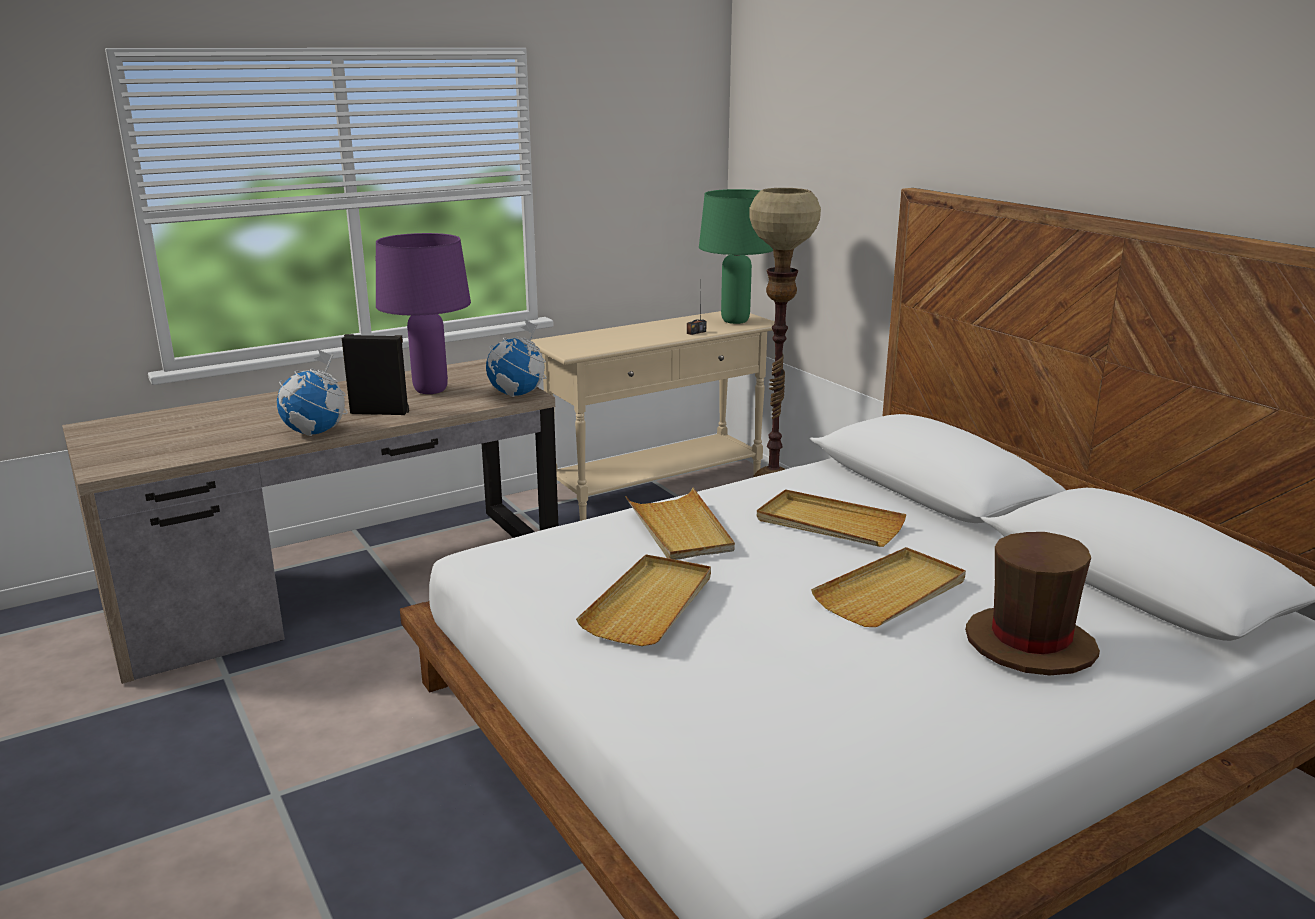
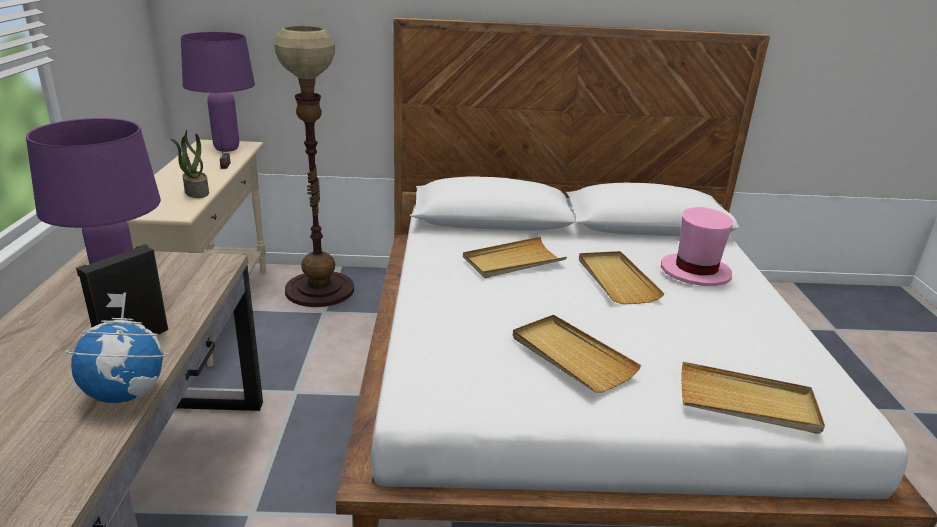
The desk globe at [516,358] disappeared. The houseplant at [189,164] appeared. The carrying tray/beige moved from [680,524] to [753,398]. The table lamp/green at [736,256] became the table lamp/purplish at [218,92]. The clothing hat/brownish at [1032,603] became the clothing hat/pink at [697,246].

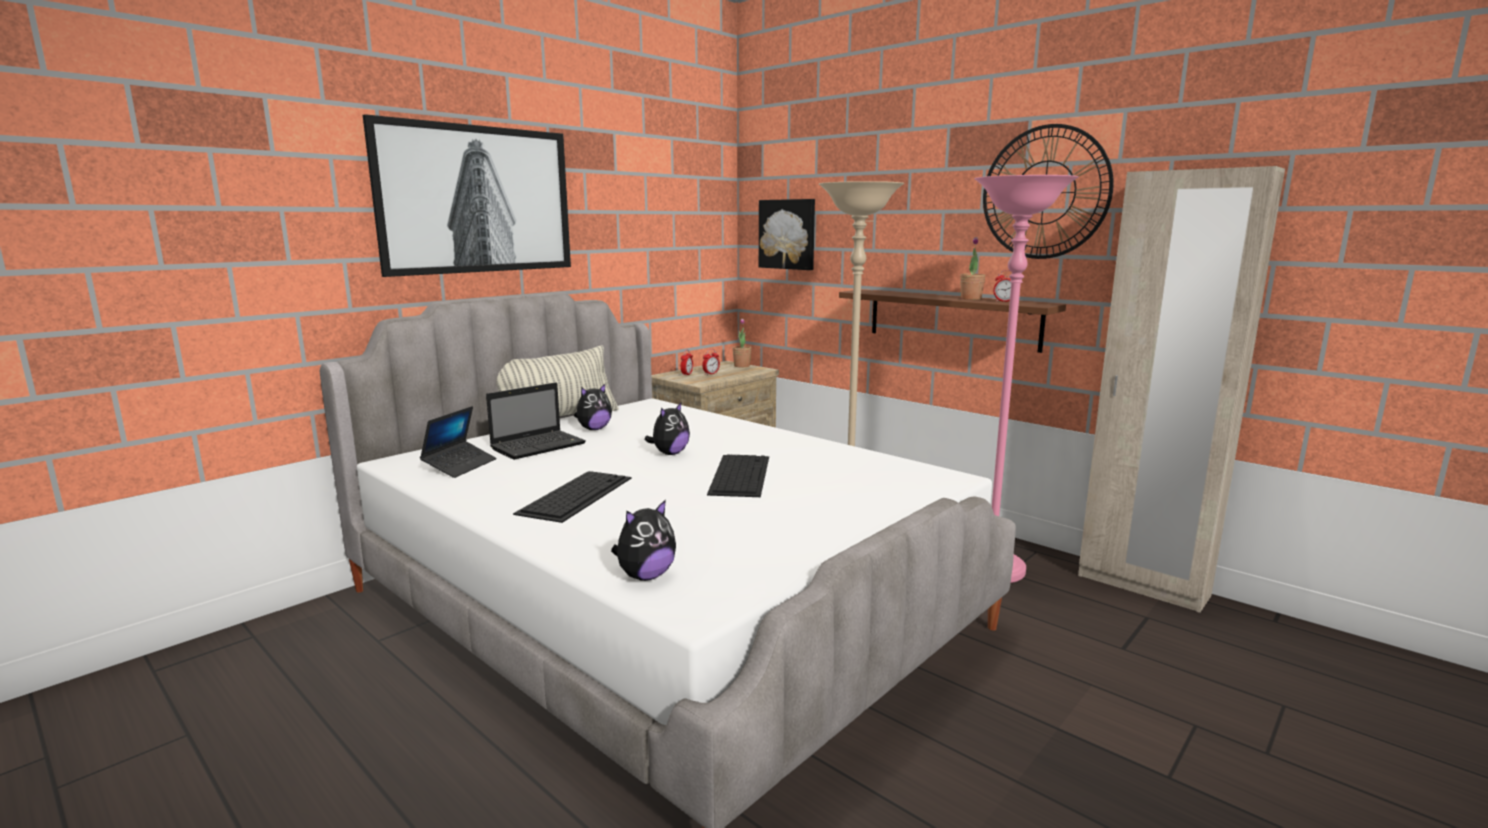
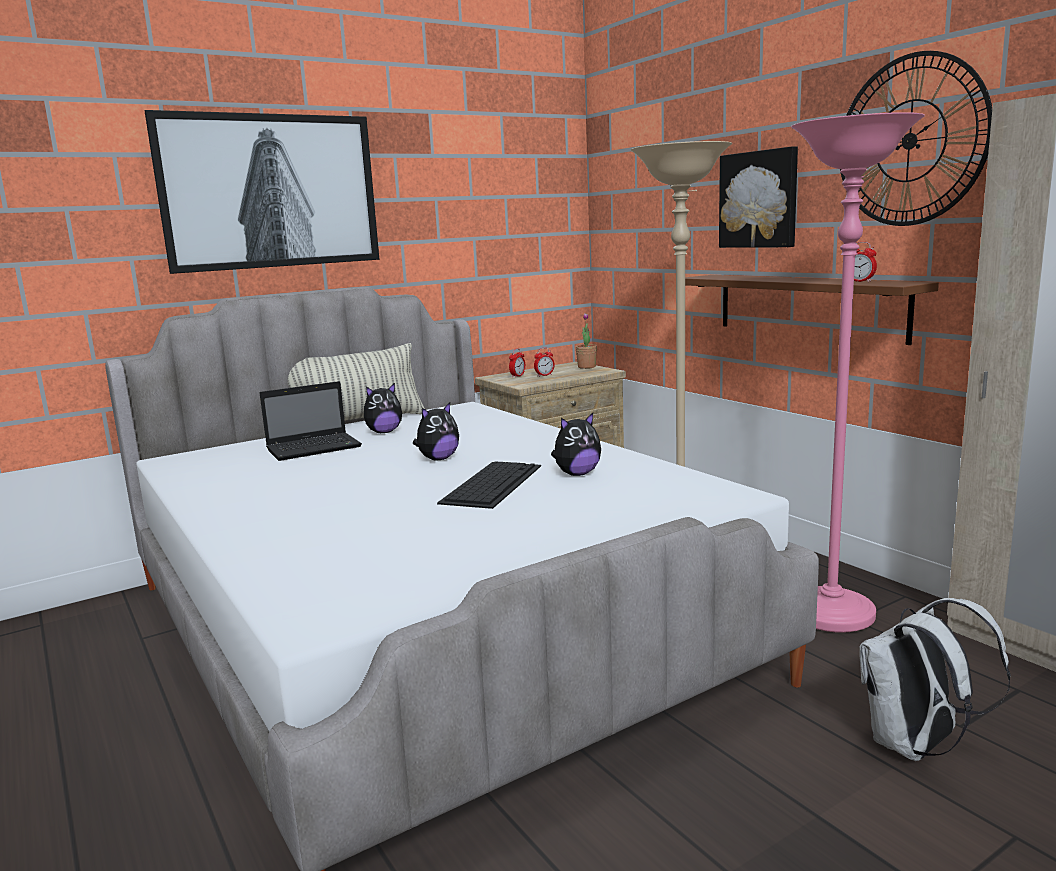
The laptop at [458,442] disappeared. The PC keyboard at [572,497] disappeared. The houseplant at [973,268] disappeared. The knapsack/white at [934,679] appeared. The plush toy moved from [643,540] to [576,444]. The picture moved from [787,234] to [758,197].

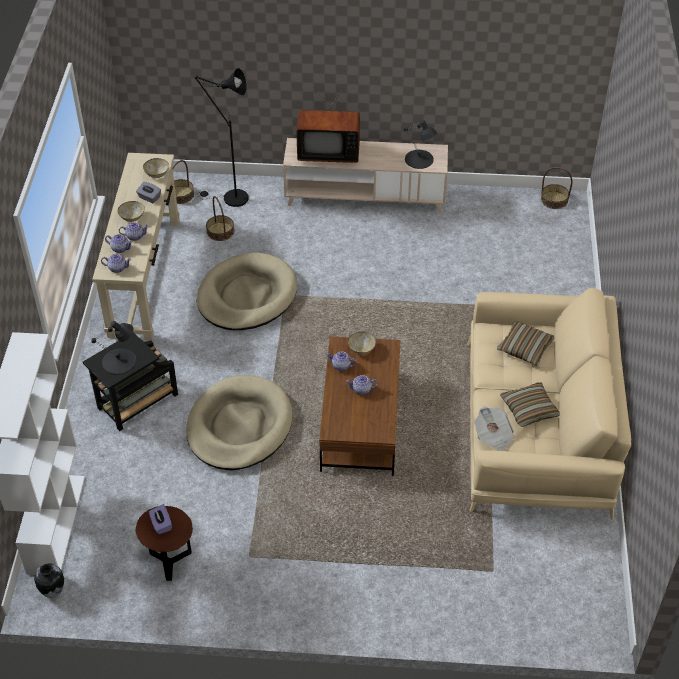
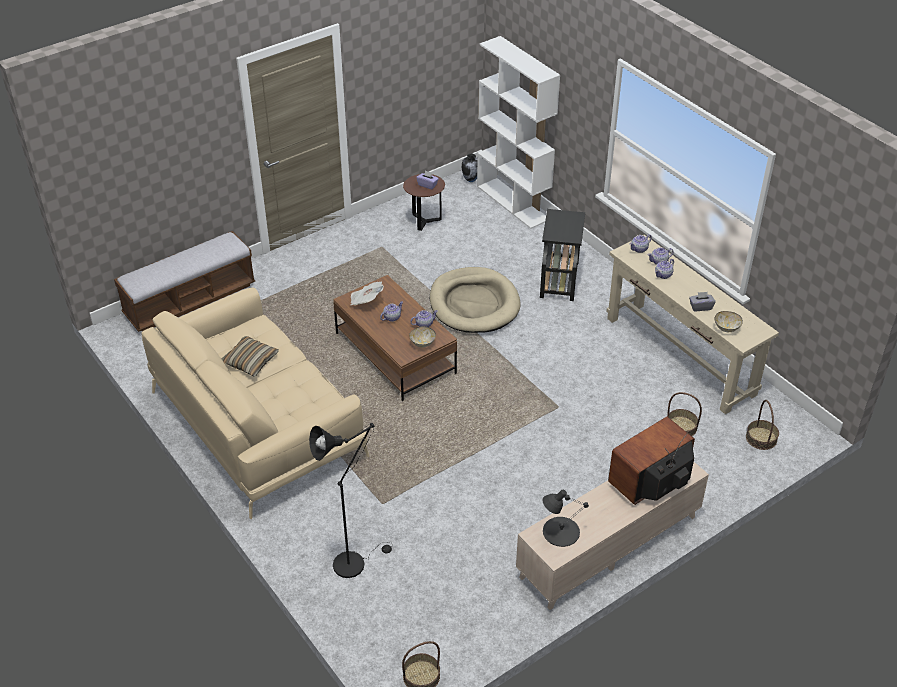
The table lamp/blackish at [113,348] disappeared. The bowl at [131,211] disappeared. The dog cushion/beige at [247,291] disappeared. The pillow at [526,343] disappeared. The bench at [184,281] appeared. The floor lamp/blackish moved from [222,137] to [350,500]. The newspaper moved from [494,428] to [367,294].

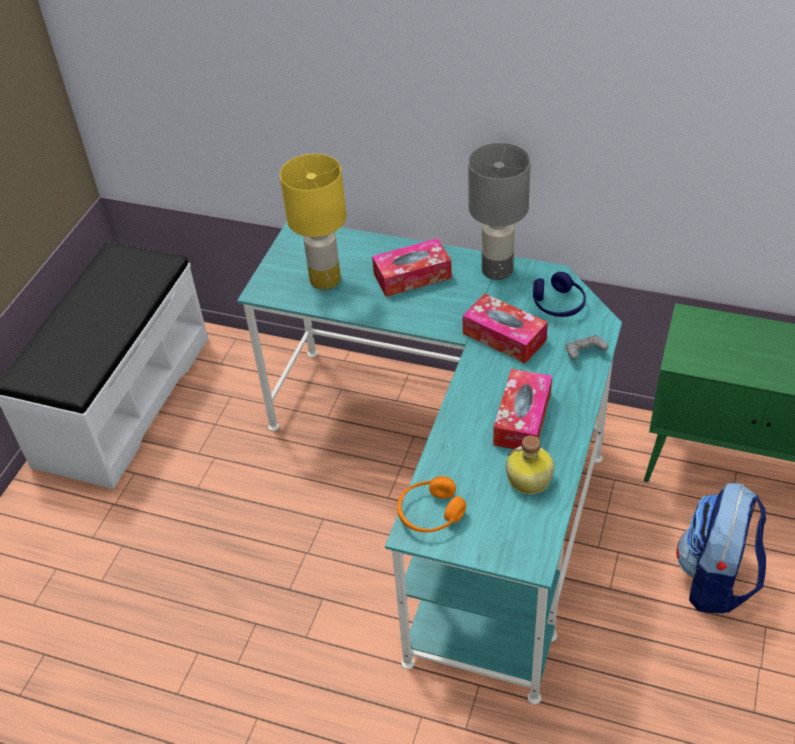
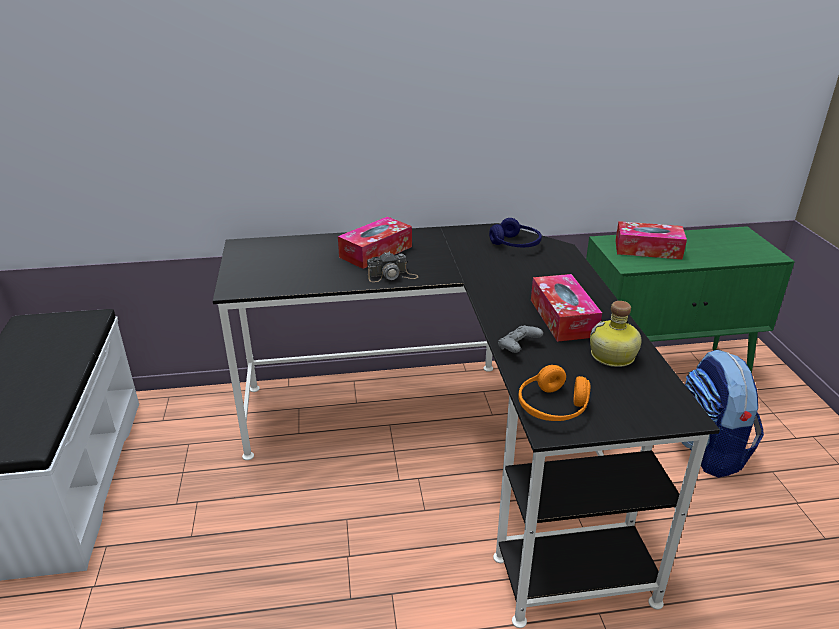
The table lamp/yellowish at [313,222] disappeared. The table lamp/gray at [499,211] disappeared. The photo camera at [392,267] appeared. The tissue box moved from [505,329] to [651,240]. The gamepad/gray moved from [587,347] to [520,339]. The desk table/blue-green at [429,463] became the desk table/blackish at [466,425].

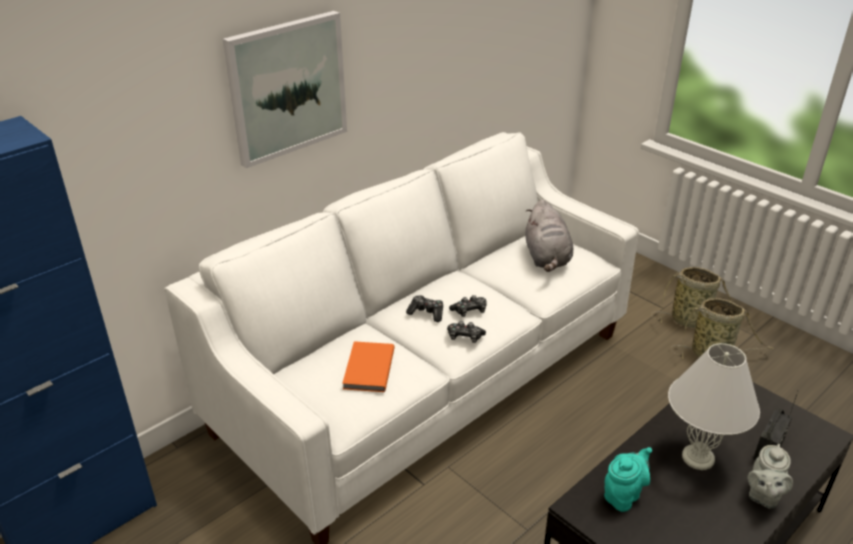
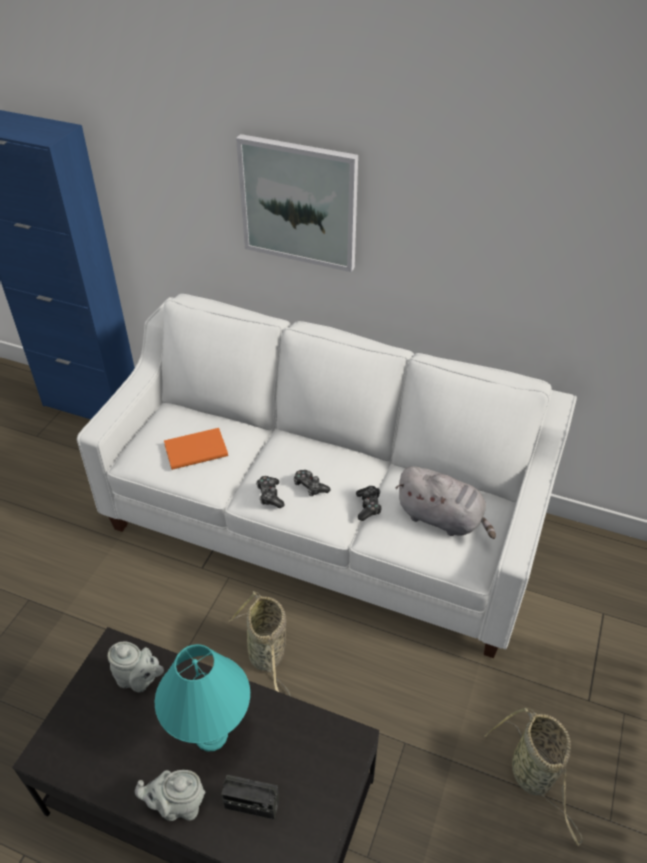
The gamepad moved from [424,308] to [369,503]. The household basket moved from [698,297] to [259,643]. The teapot/blue-green at [628,479] became the teapot/gray at [136,666]. The table lamp/white at [714,406] became the table lamp/blue-green at [202,698]. The plush toy/gray at [549,236] turned 120 degrees counterclockwise.

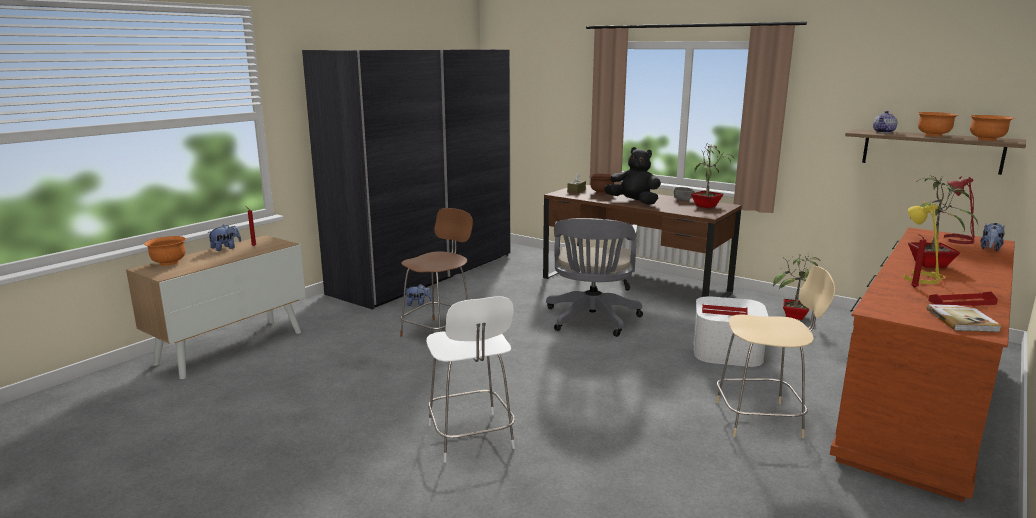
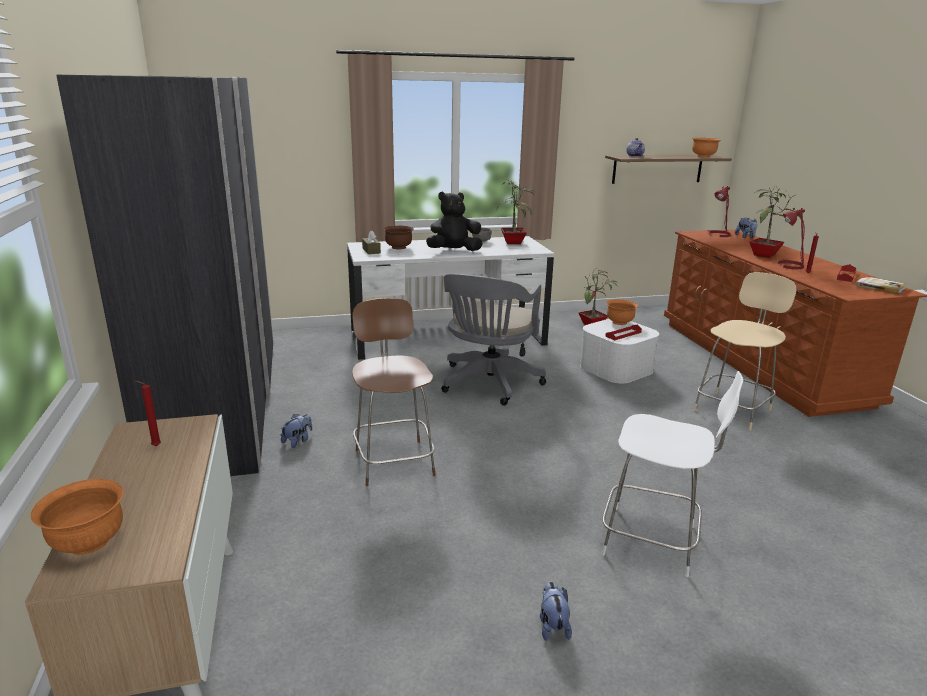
The plush toy moved from [224,237] to [556,611]. The bowl/orangey moved from [938,124] to [622,312]. The desk table/brownish at [642,241] became the desk table/white at [450,298]. The table lamp/yellowish at [924,243] became the table lamp/red-coloured at [791,238]. The computer chair/gray at [594,277] turned 60 degrees clockwise.

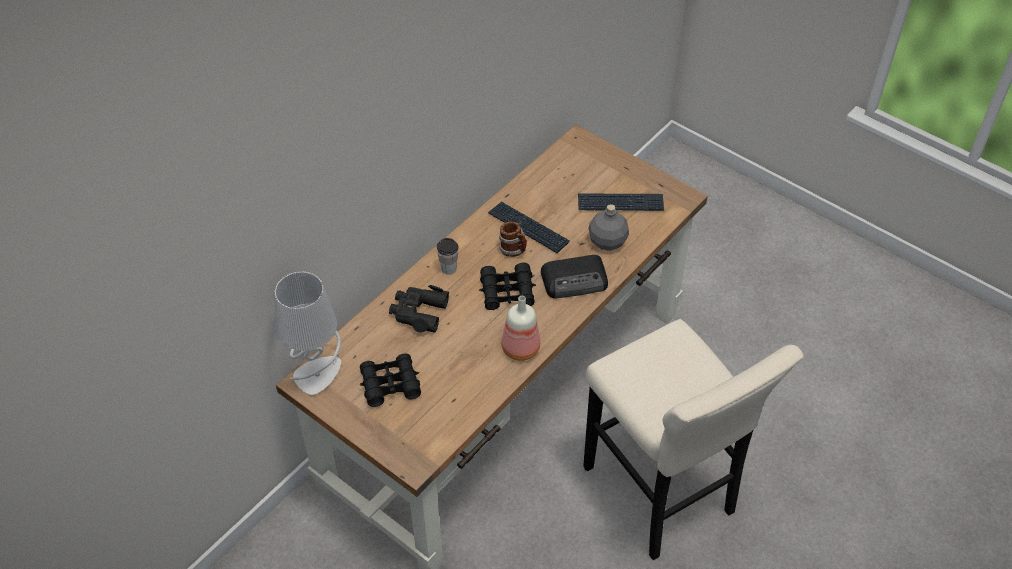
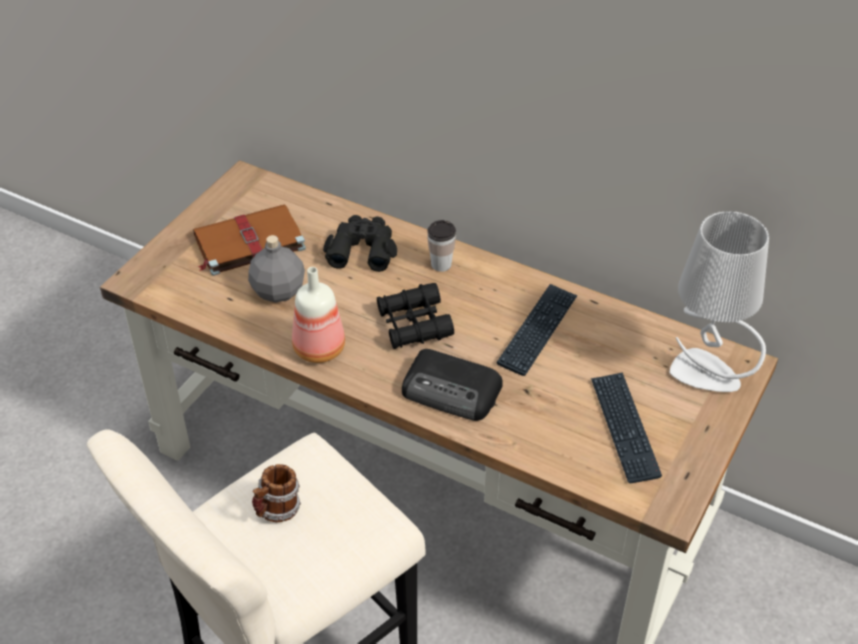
The table lamp/gray moved from [307,333] to [719,301]. The coffee mug moved from [513,239] to [276,493]. The drink bottle/gray moved from [609,227] to [276,269]. The pair of binoculars/blackish at [390,380] was replaced by the volume/brownish at [249,240]. The radio at [574,277] turned 45 degrees counterclockwise.

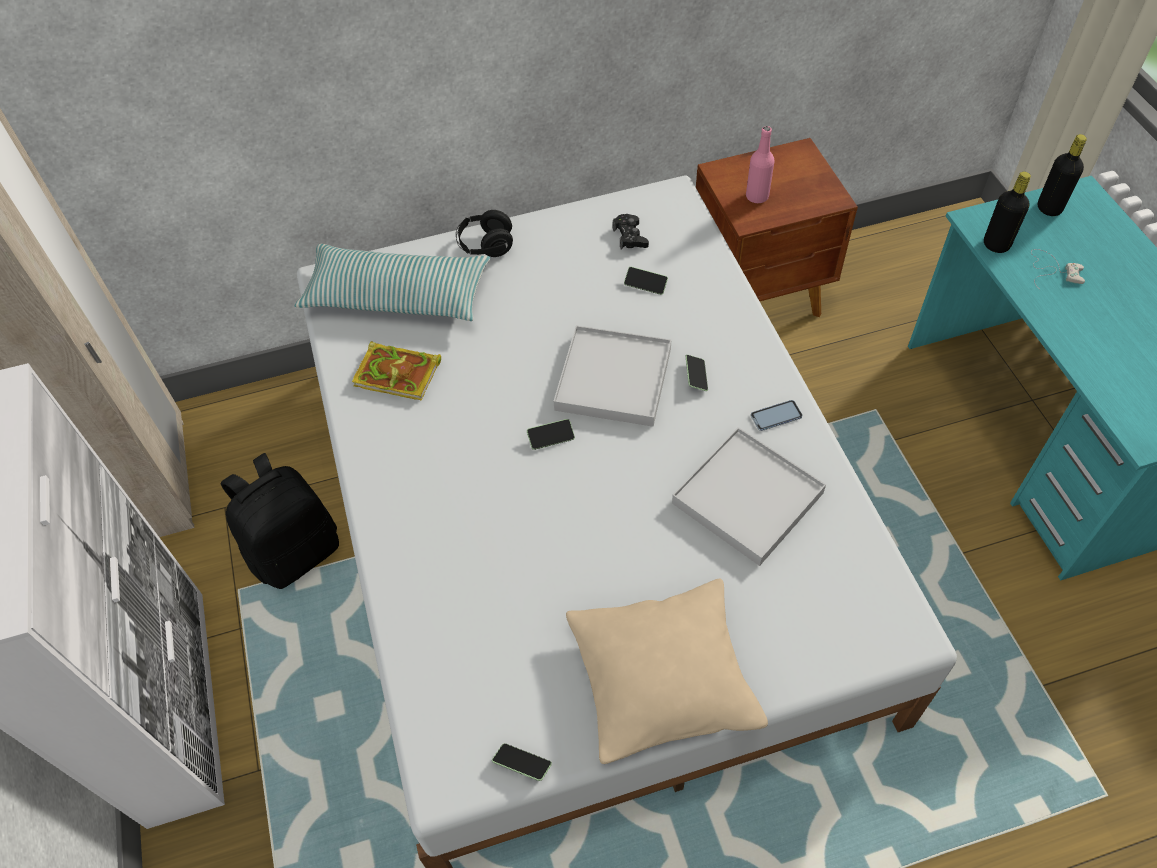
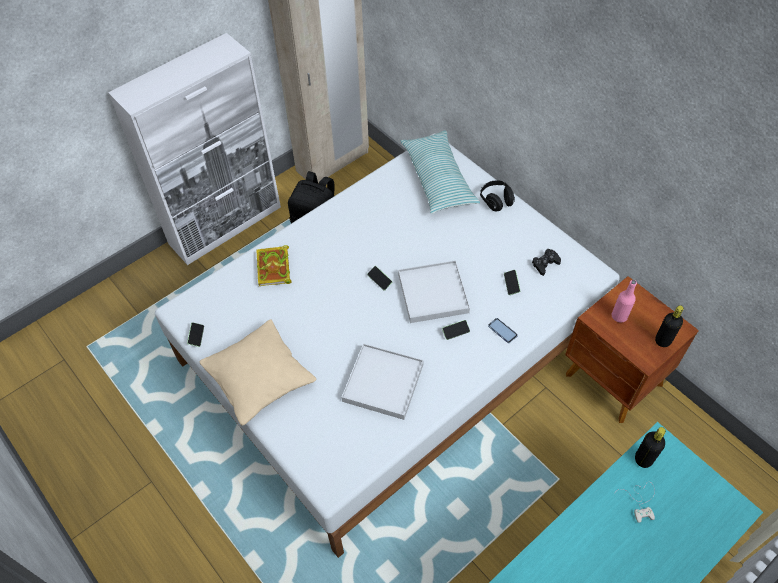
The volume moved from [396,371] to [274,265]. The handset moved from [777,415] to [503,330]. The drink bottle/blackish moved from [1062,175] to [669,326].

